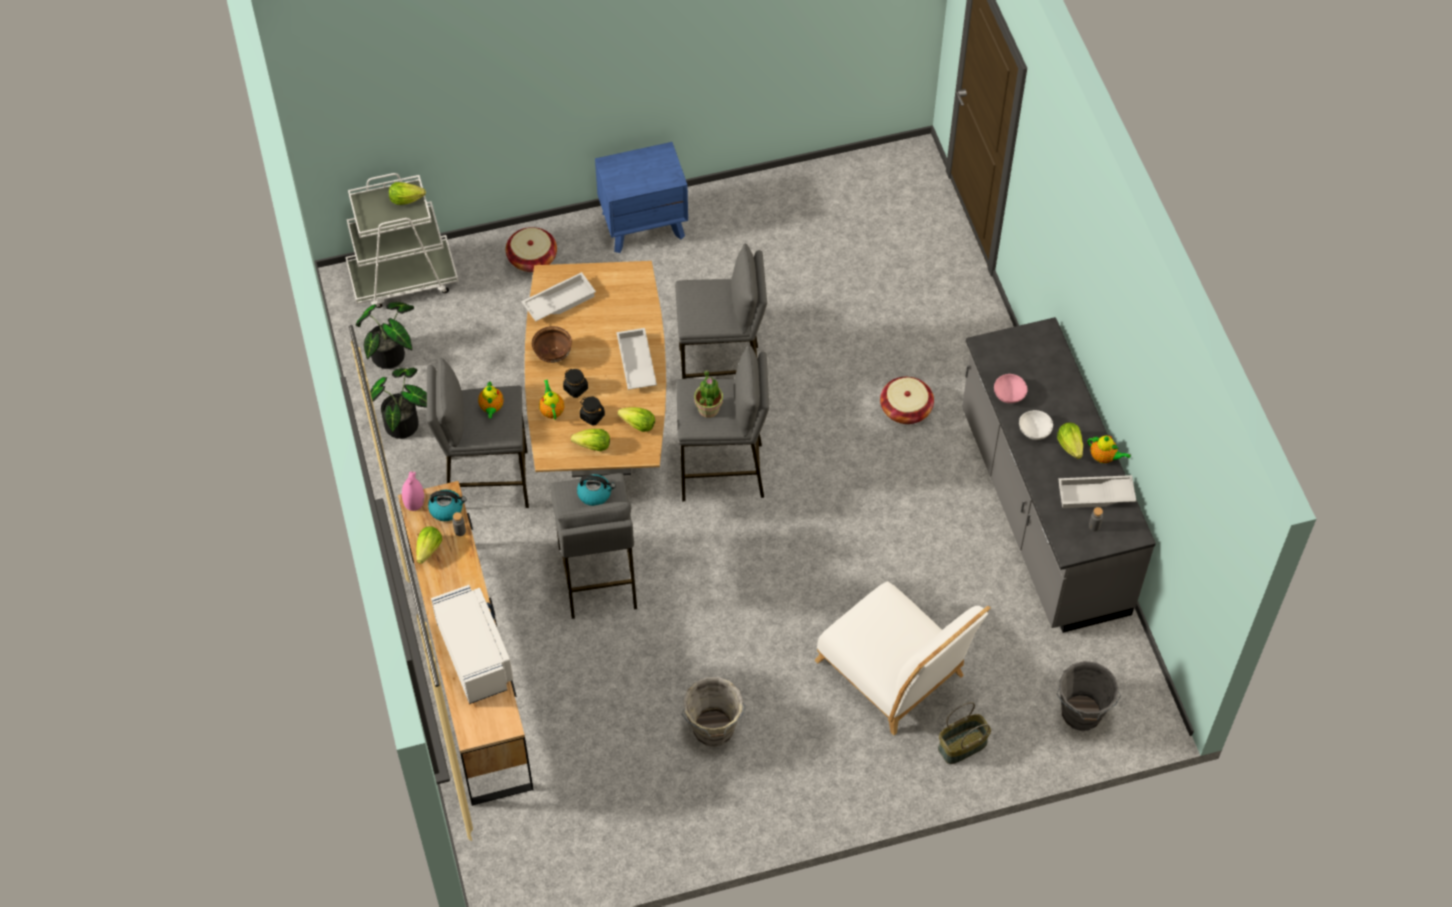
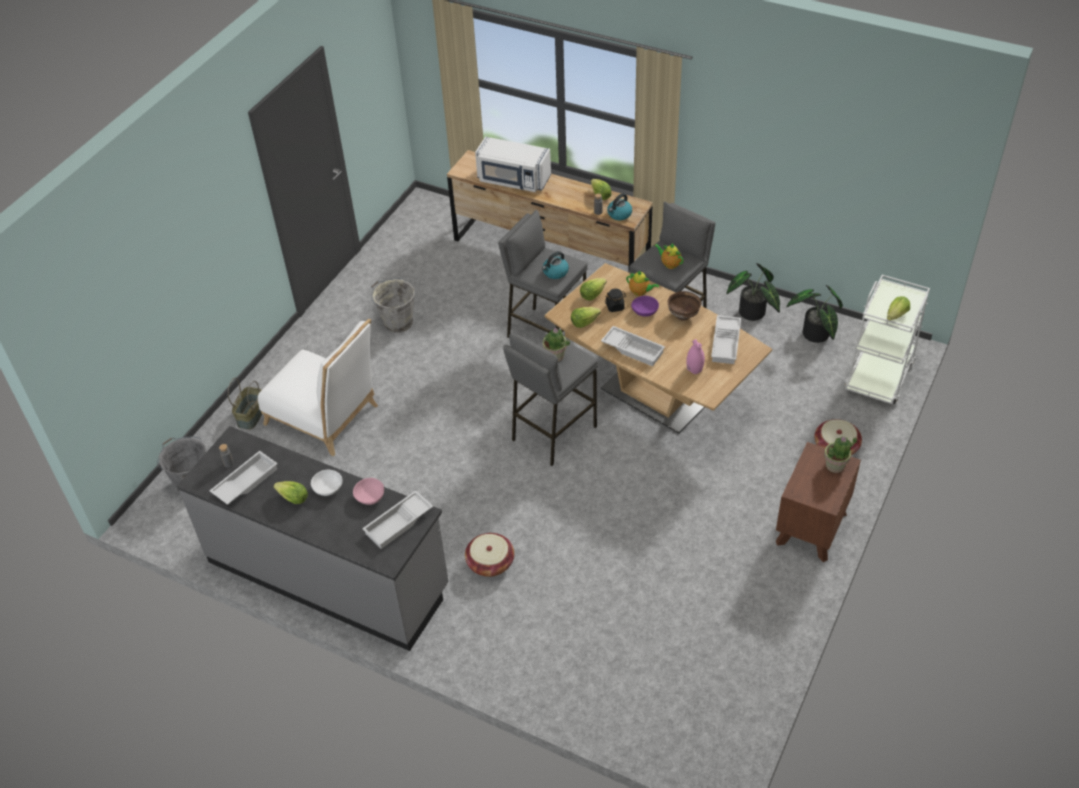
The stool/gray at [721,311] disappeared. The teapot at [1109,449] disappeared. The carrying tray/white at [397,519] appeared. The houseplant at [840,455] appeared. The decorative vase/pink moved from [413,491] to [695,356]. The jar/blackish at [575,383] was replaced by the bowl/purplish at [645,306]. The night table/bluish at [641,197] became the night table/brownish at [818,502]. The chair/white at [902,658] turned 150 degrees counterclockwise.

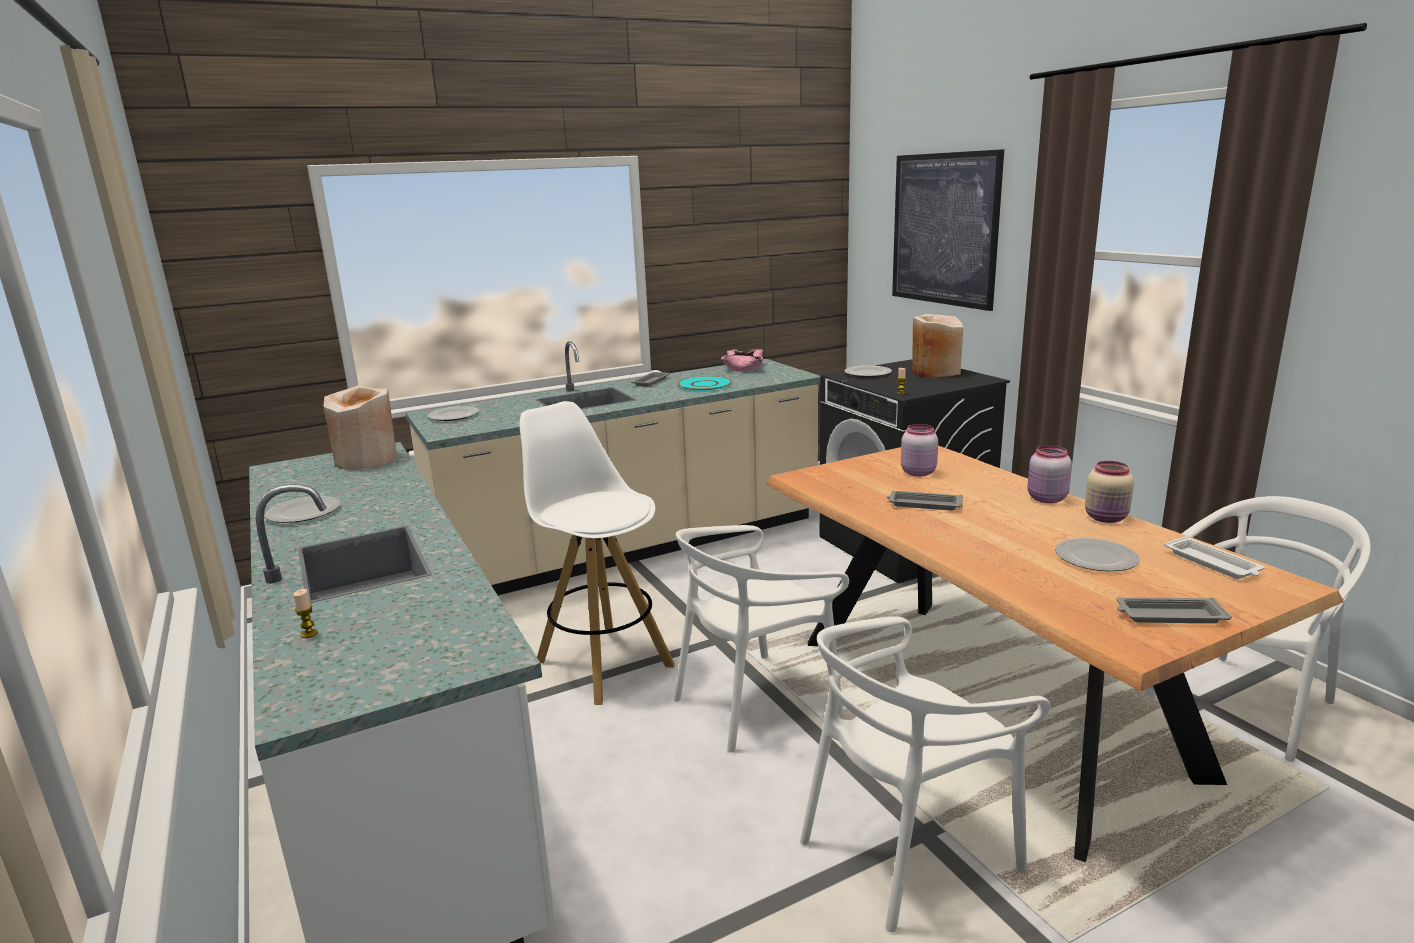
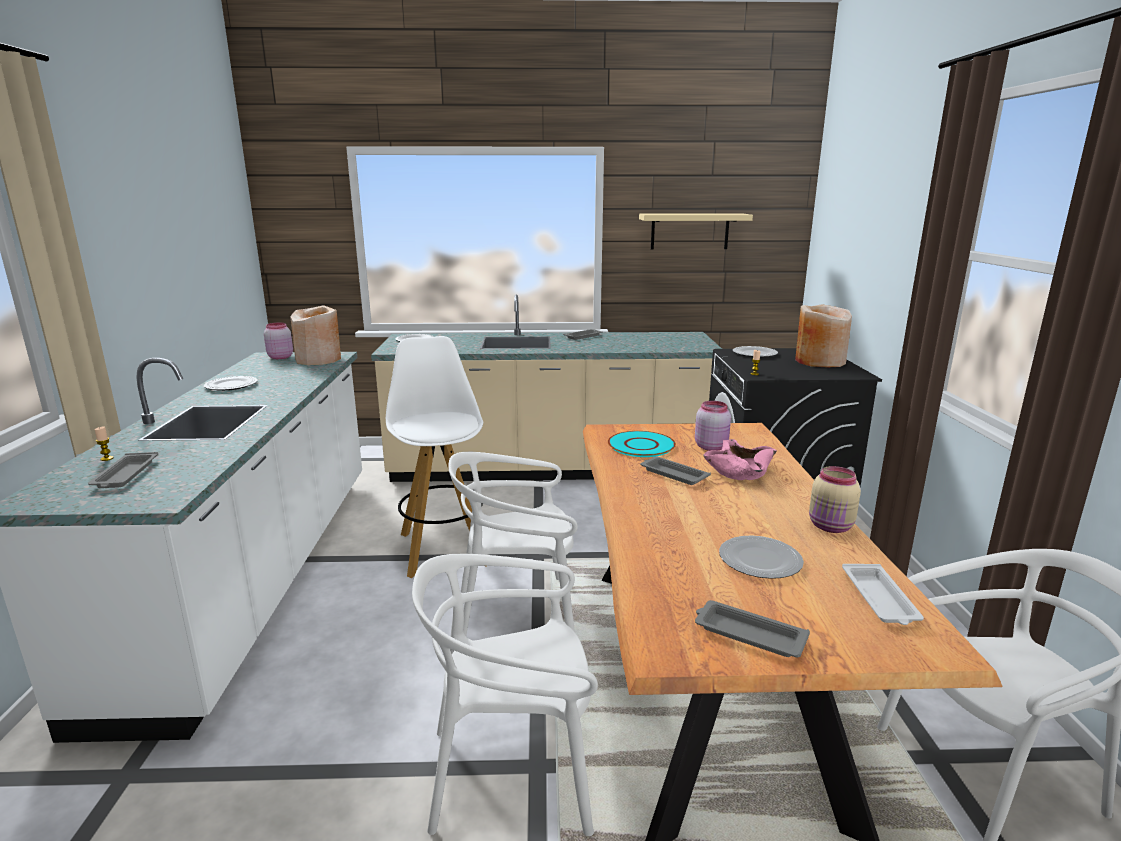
The picture at [948,230] disappeared. The carrying tray/gray at [123,470] appeared. The shelf/beige at [696,231] appeared. The dinner plate/blue-green moved from [704,383] to [642,444]. The bowl/pink moved from [742,360] to [740,459]. The jar/pink moved from [1049,474] to [278,340].

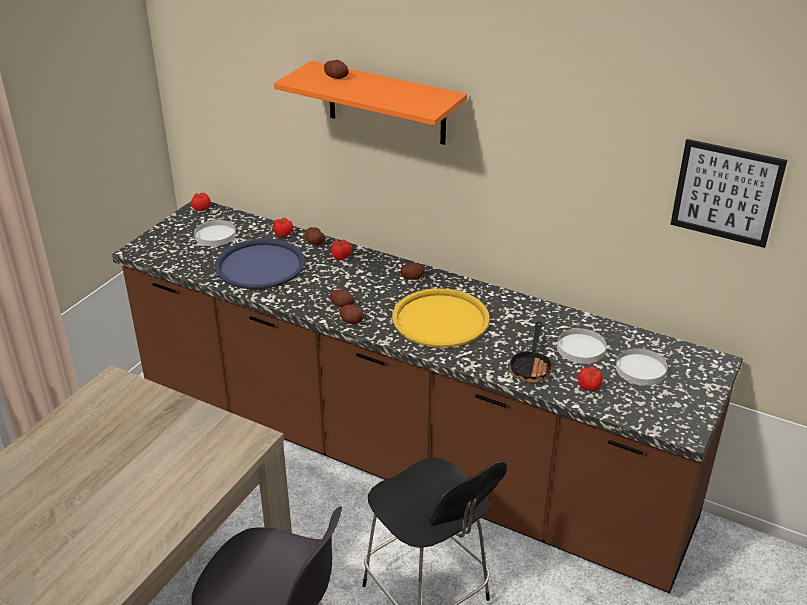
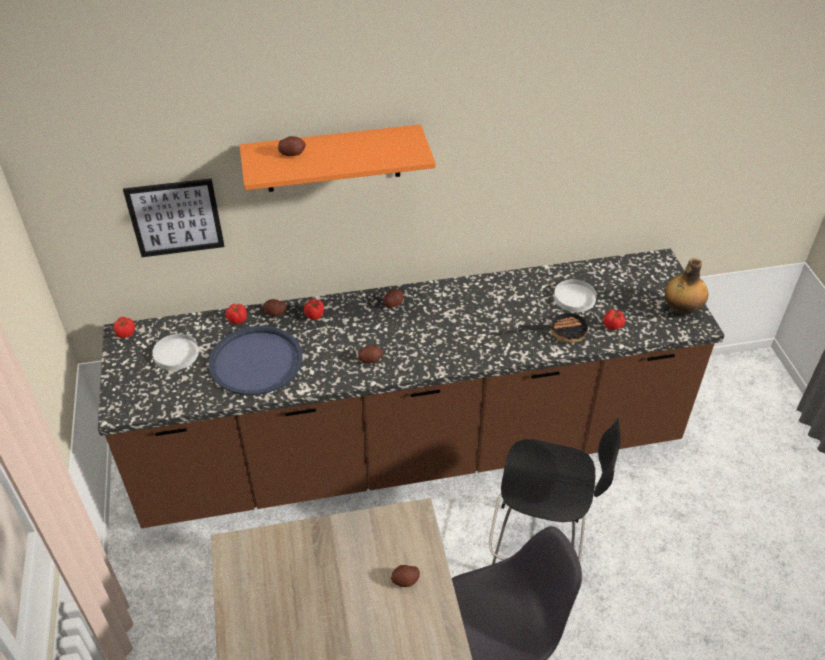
The carrying tray/yellowish at [441,318] disappeared. The dinner plate/white at [642,367] disappeared. The drink bottle at [686,287] appeared. The spud moved from [351,314] to [405,576]. The picture moved from [728,193] to [173,217]. The skillet at [531,352] turned 75 degrees counterclockwise.

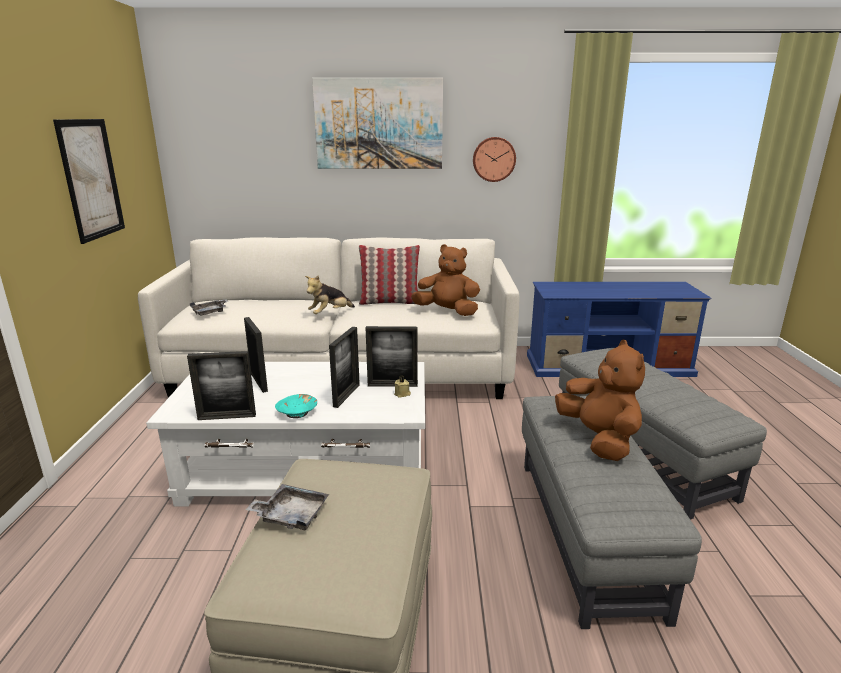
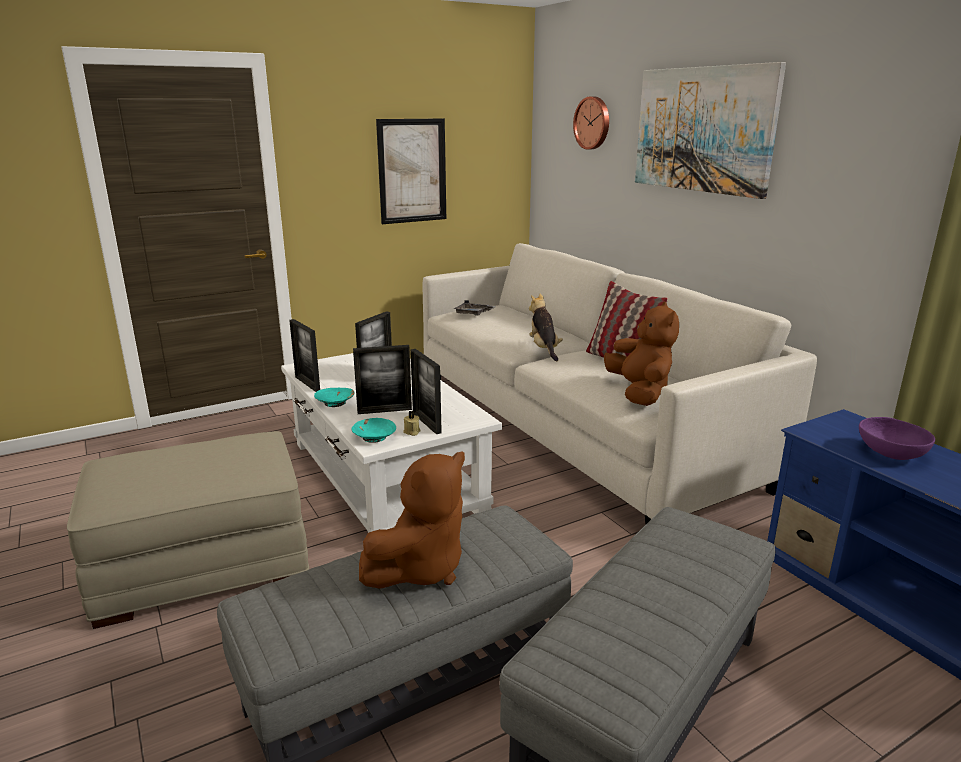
The carrying tray/gray at [287,507] disappeared. The bowl/blue-green at [373,430] appeared. The bowl/purplish at [897,438] appeared. The clock on the wall moved from [494,159] to [591,123]. The plush toy at [330,294] turned 60 degrees clockwise.

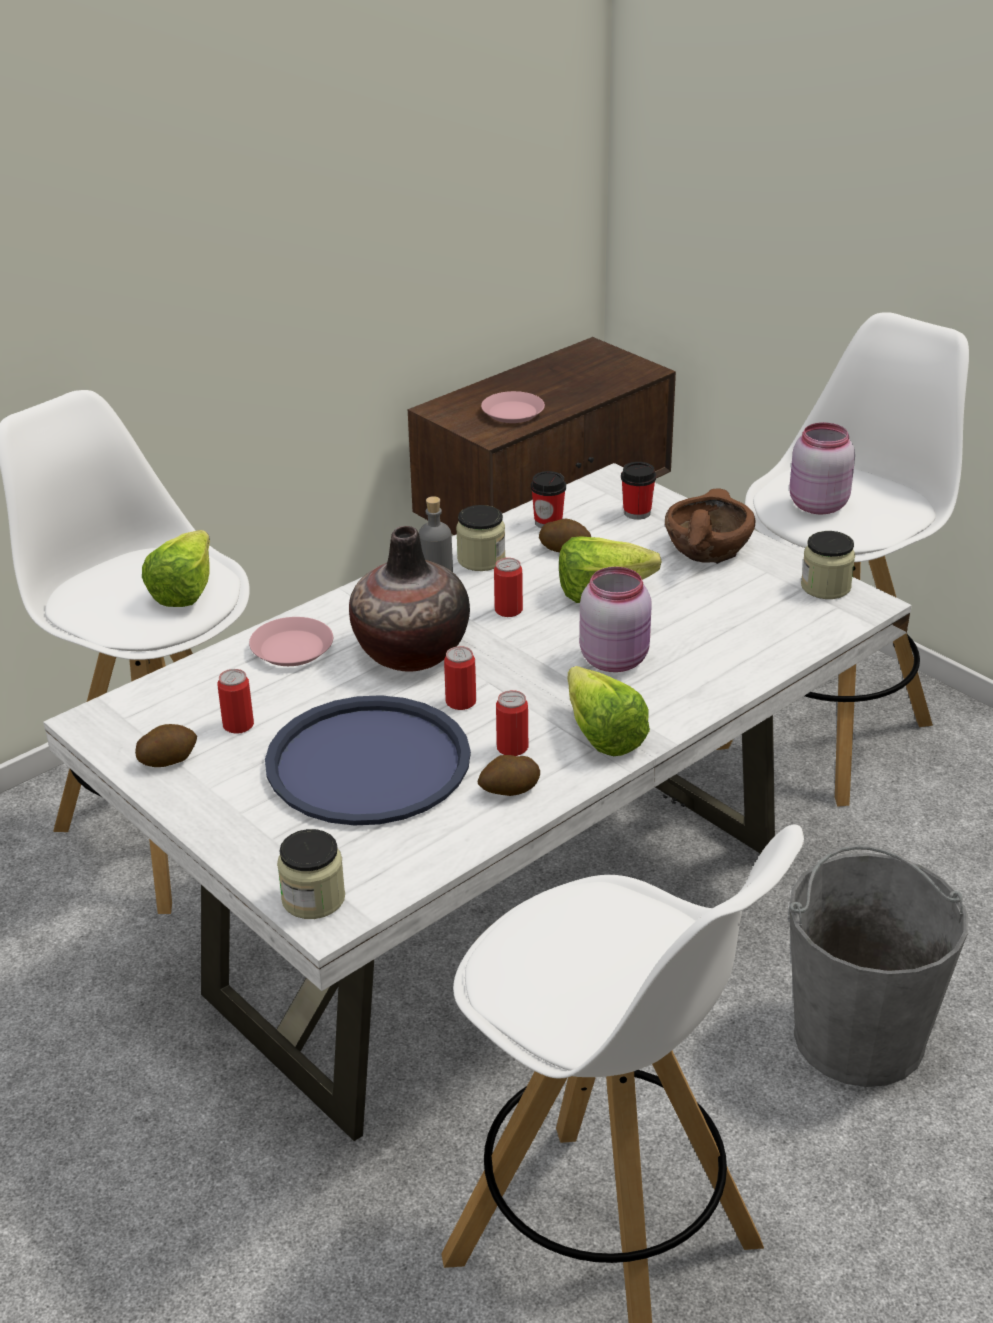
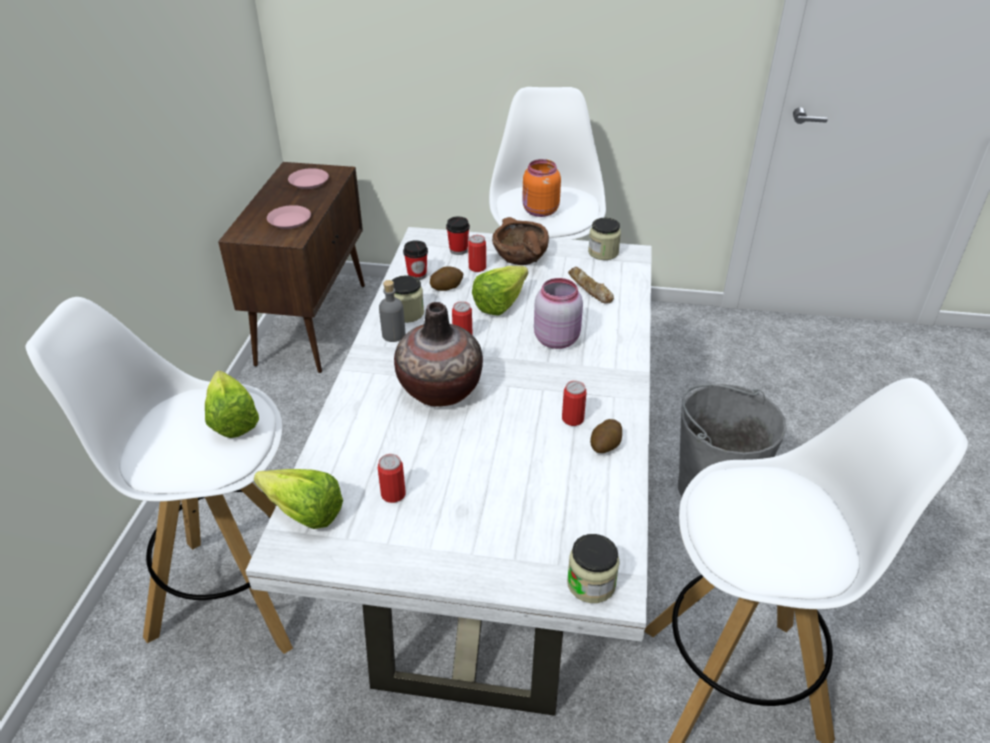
The spud at [166,745] disappeared. The carrying tray/bluish at [368,760] disappeared. The bread at [591,285] appeared. The dinner plate/pink moved from [291,641] to [308,178]. The metal can moved from [460,678] to [477,253]. The lettuce moved from [609,711] to [298,499]. The jar/pink at [822,468] became the jar/orangey at [541,188].

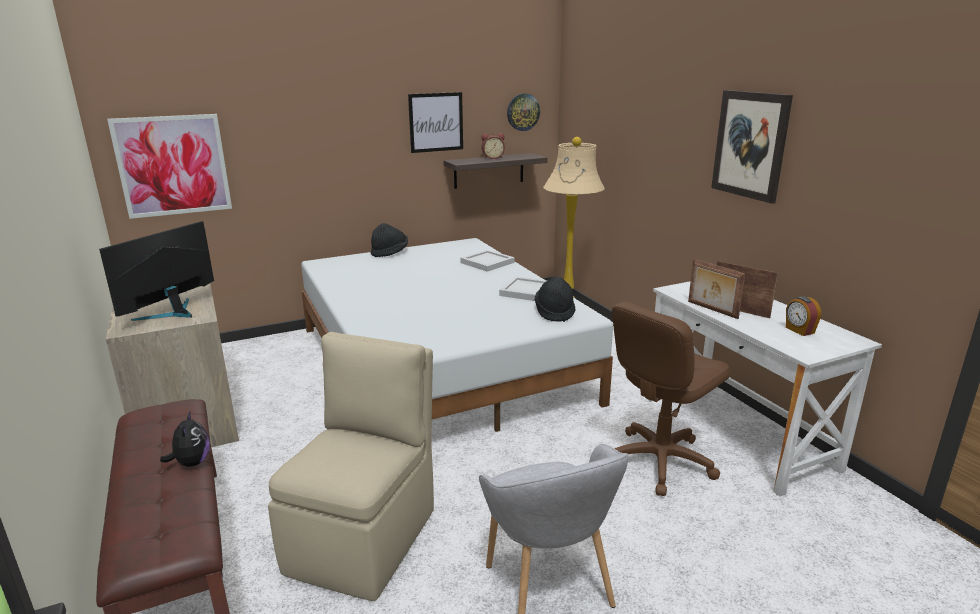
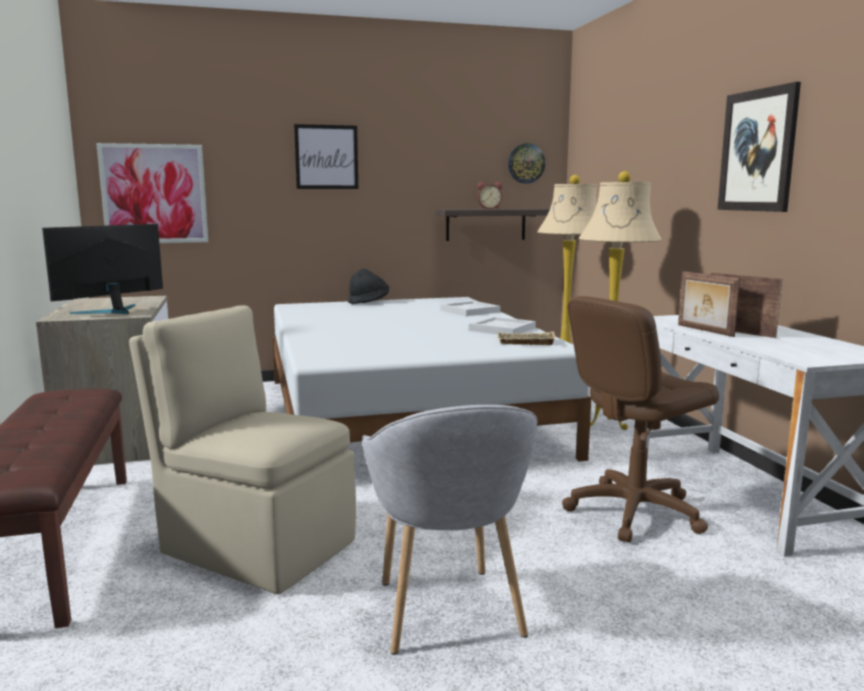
The plush toy at [185,439] disappeared. The bedside clock at [803,316] disappeared. The floor lamp/beige at [620,300] appeared. The picture moved from [435,122] to [326,156]. The clothing hat/blackish at [555,299] was replaced by the carrying tray/beige at [526,338]. The chair/beige at [351,466] turned 90 degrees counterclockwise.

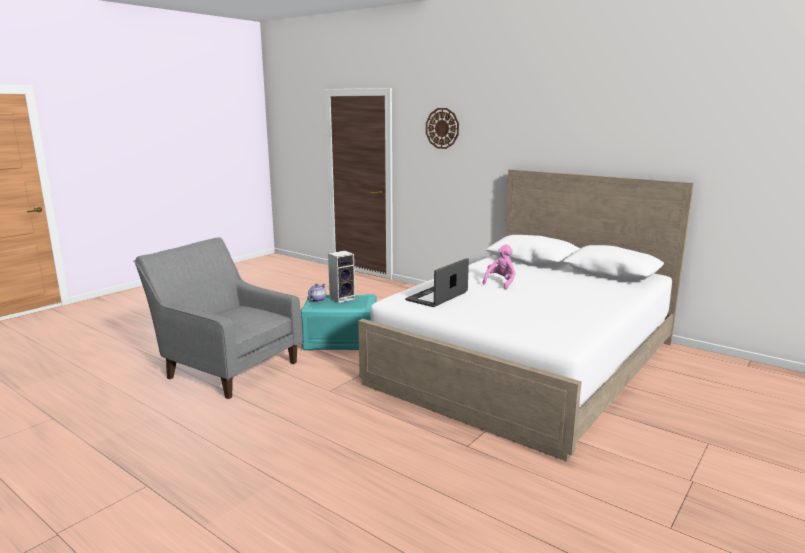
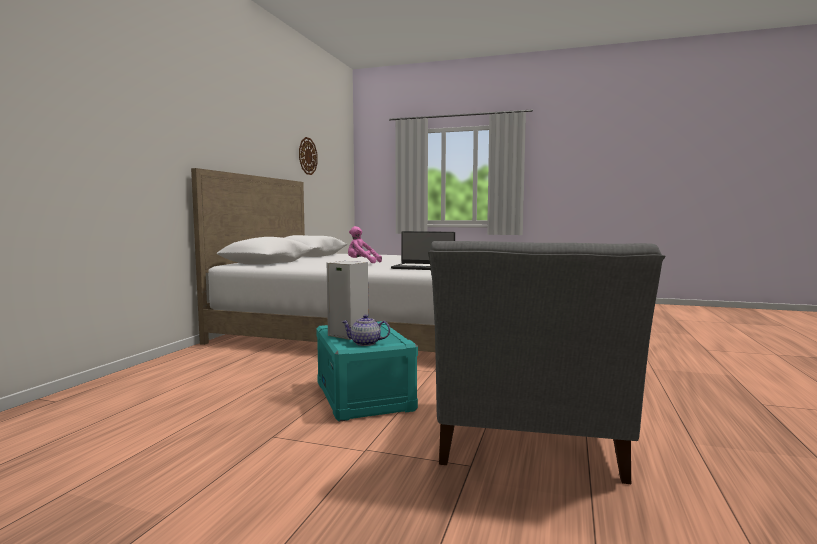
The clock on the wall moved from [442,128] to [308,156].

